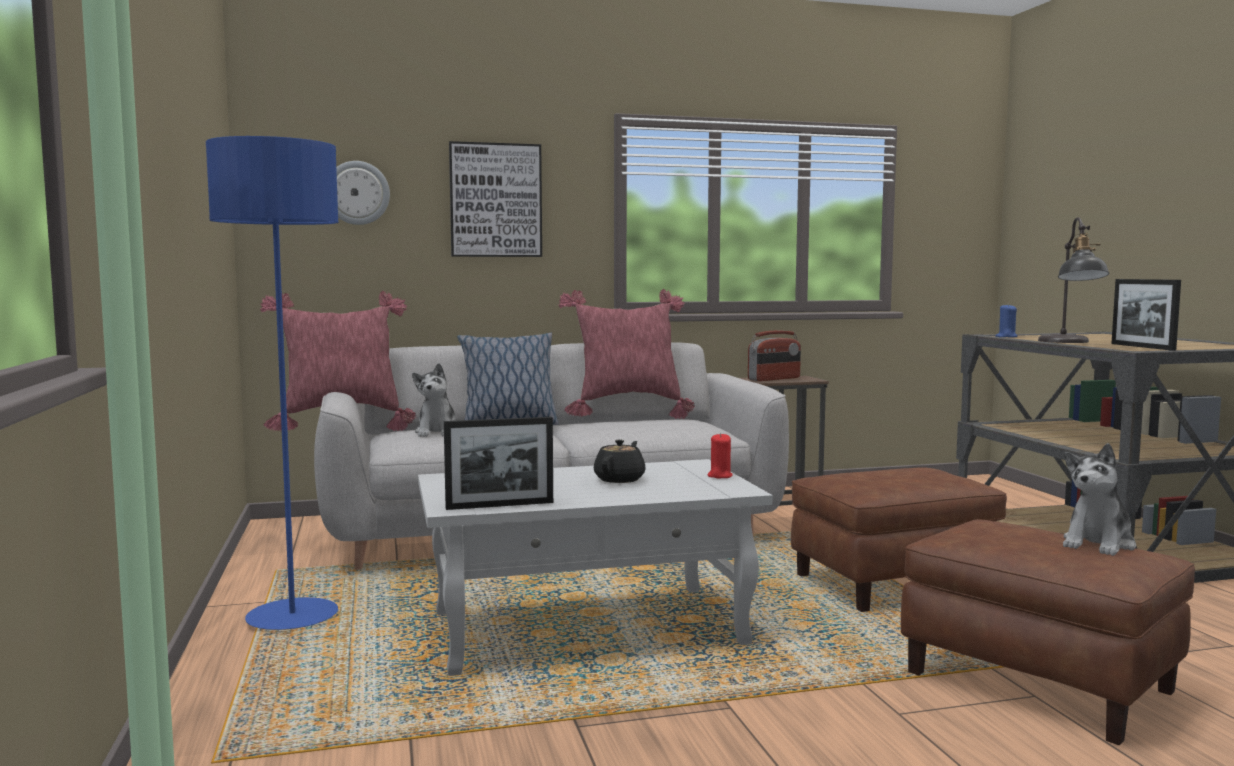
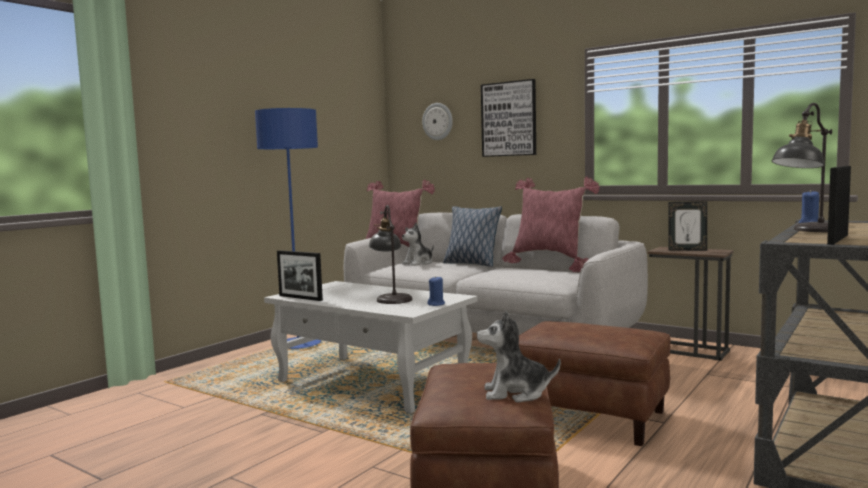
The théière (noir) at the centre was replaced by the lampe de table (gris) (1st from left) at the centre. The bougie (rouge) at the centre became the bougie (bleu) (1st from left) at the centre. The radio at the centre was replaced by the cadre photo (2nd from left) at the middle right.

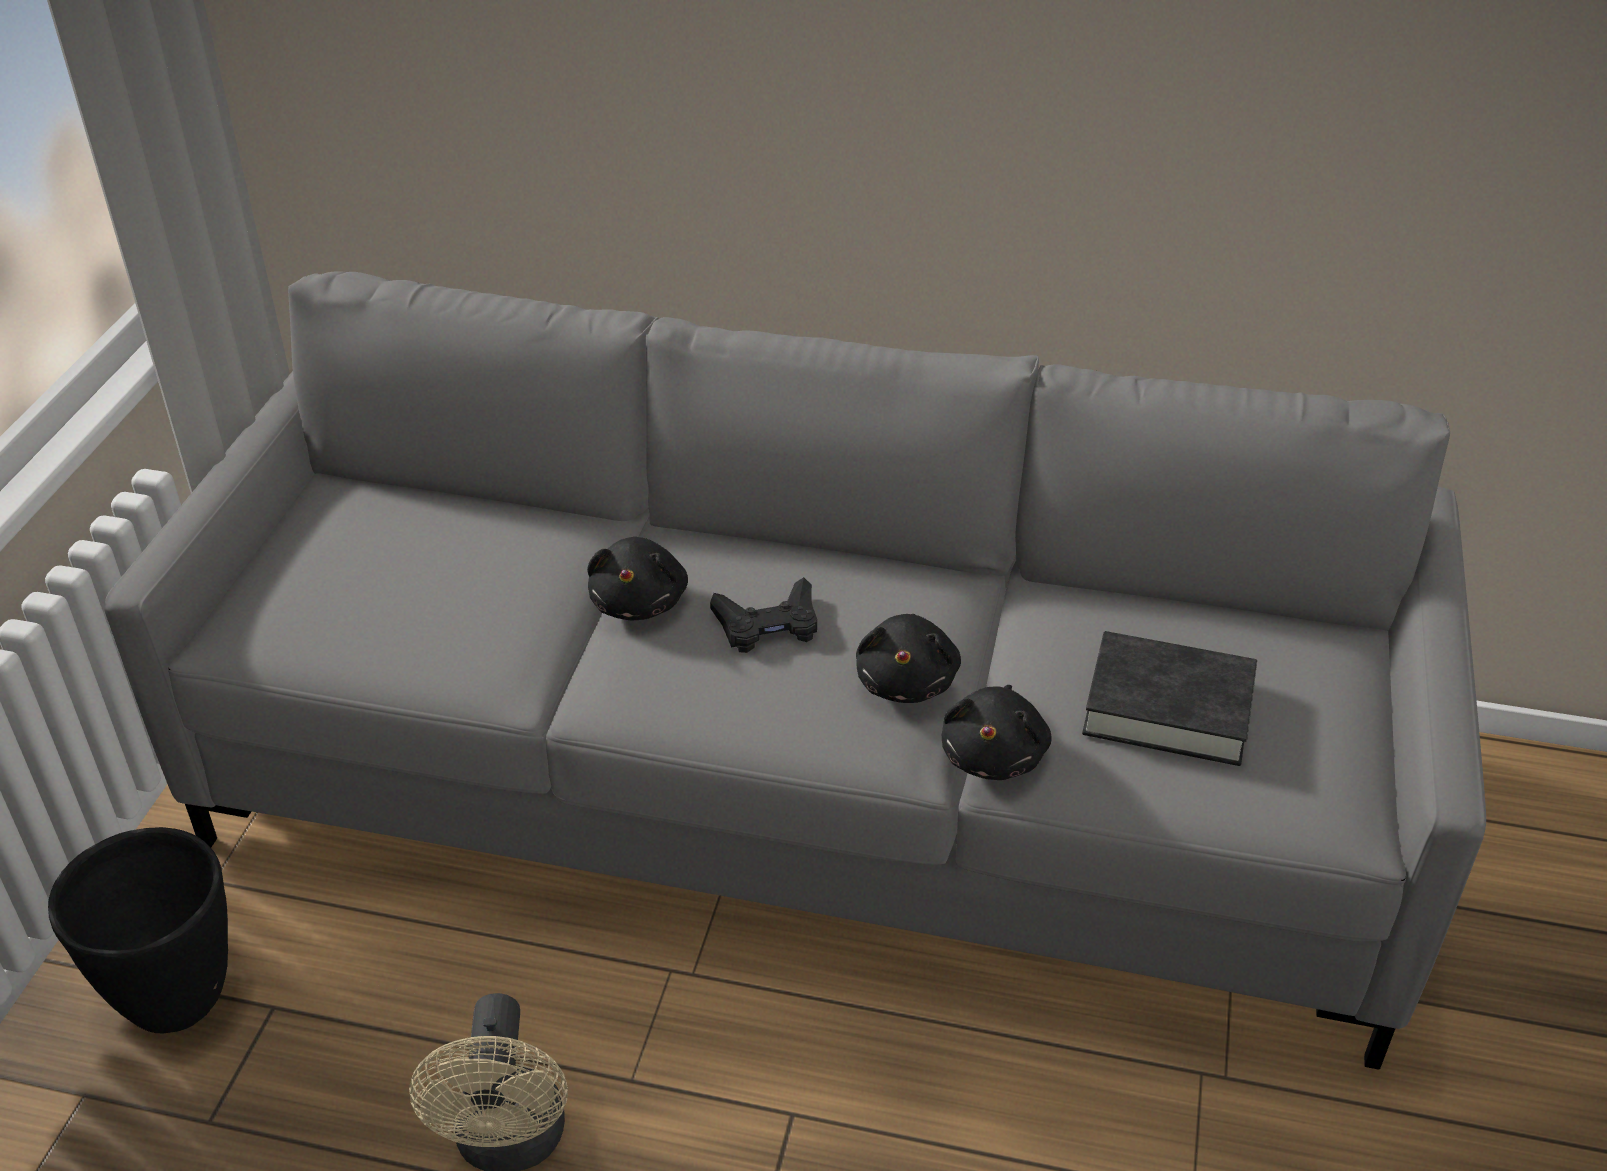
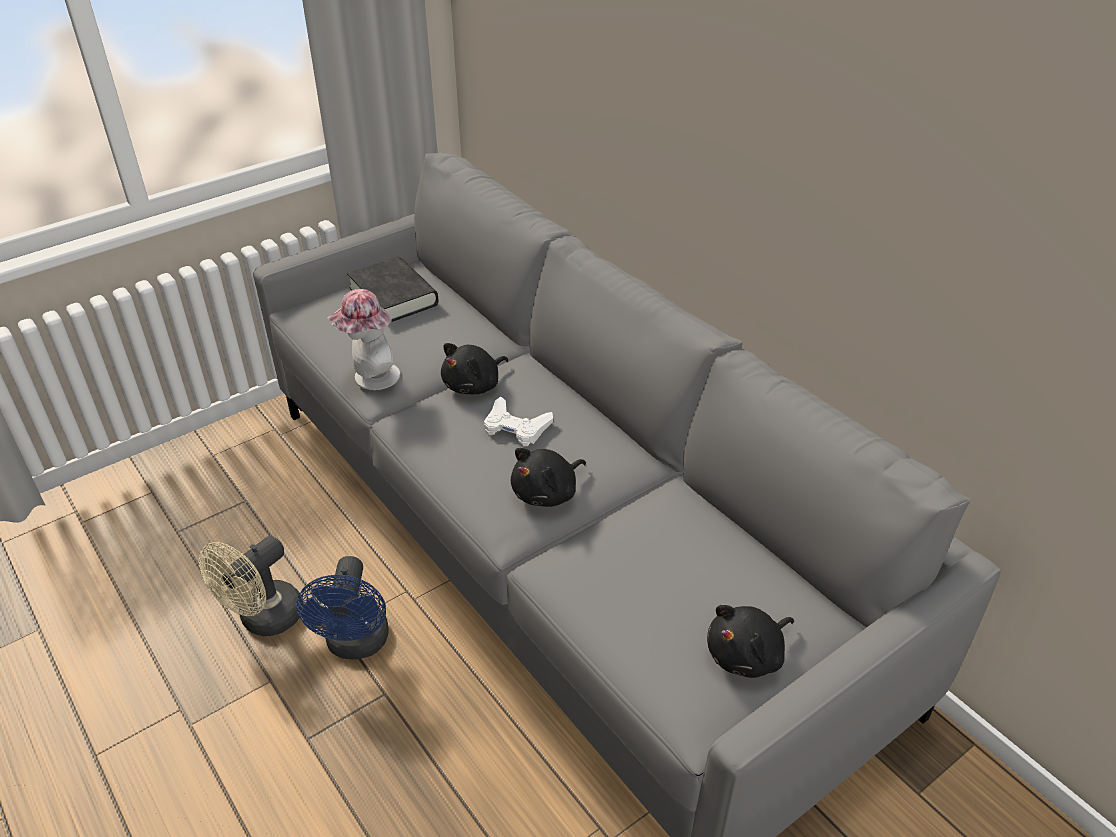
The cache-pot (noir) at the bottom left disappeared. The manette (noir) at the centre became the manette (blanc) at the centre. The peluche (noir) (3rd from left) moved from the centre to the bottom right. The livre (noir) moved from the middle right to the centre. The ventilateur (bleu) at the bottom left appeared. The chapeau at the middle left appeared.

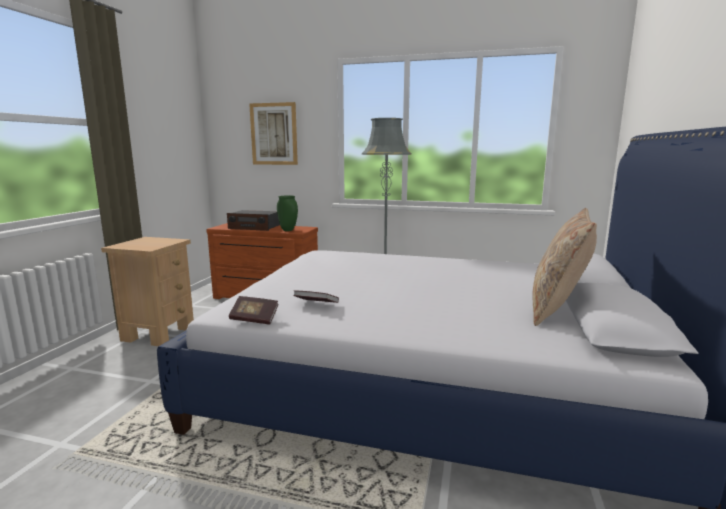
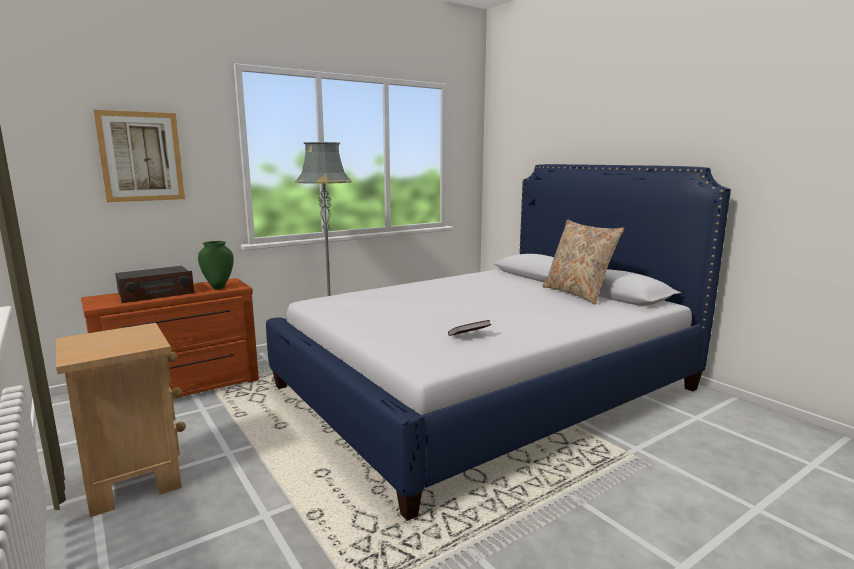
The livre (1st from left) at the centre disappeared.

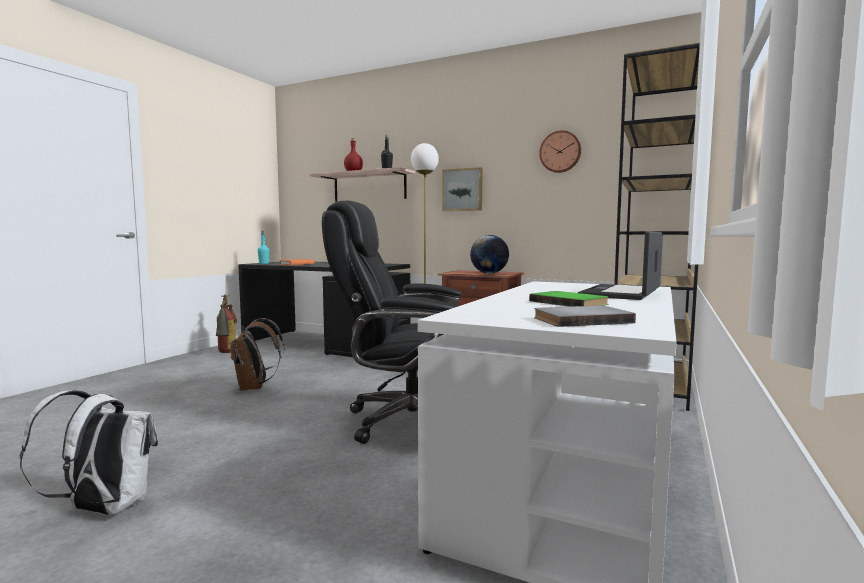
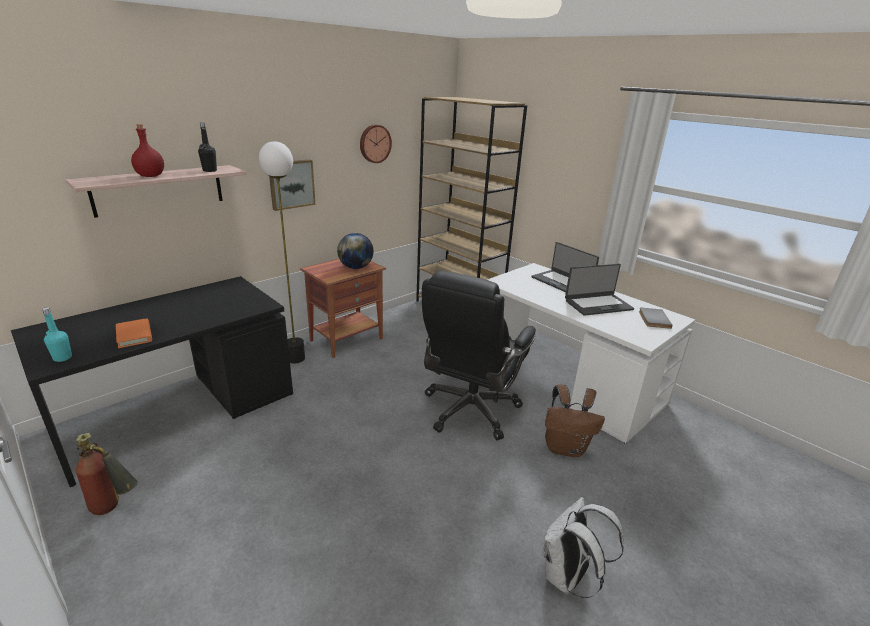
The sac à dos (marron) moved from the middle left to the bottom centre. The livre (vert) at the centre was replaced by the ordinateur portable (2nd from left) at the middle right.

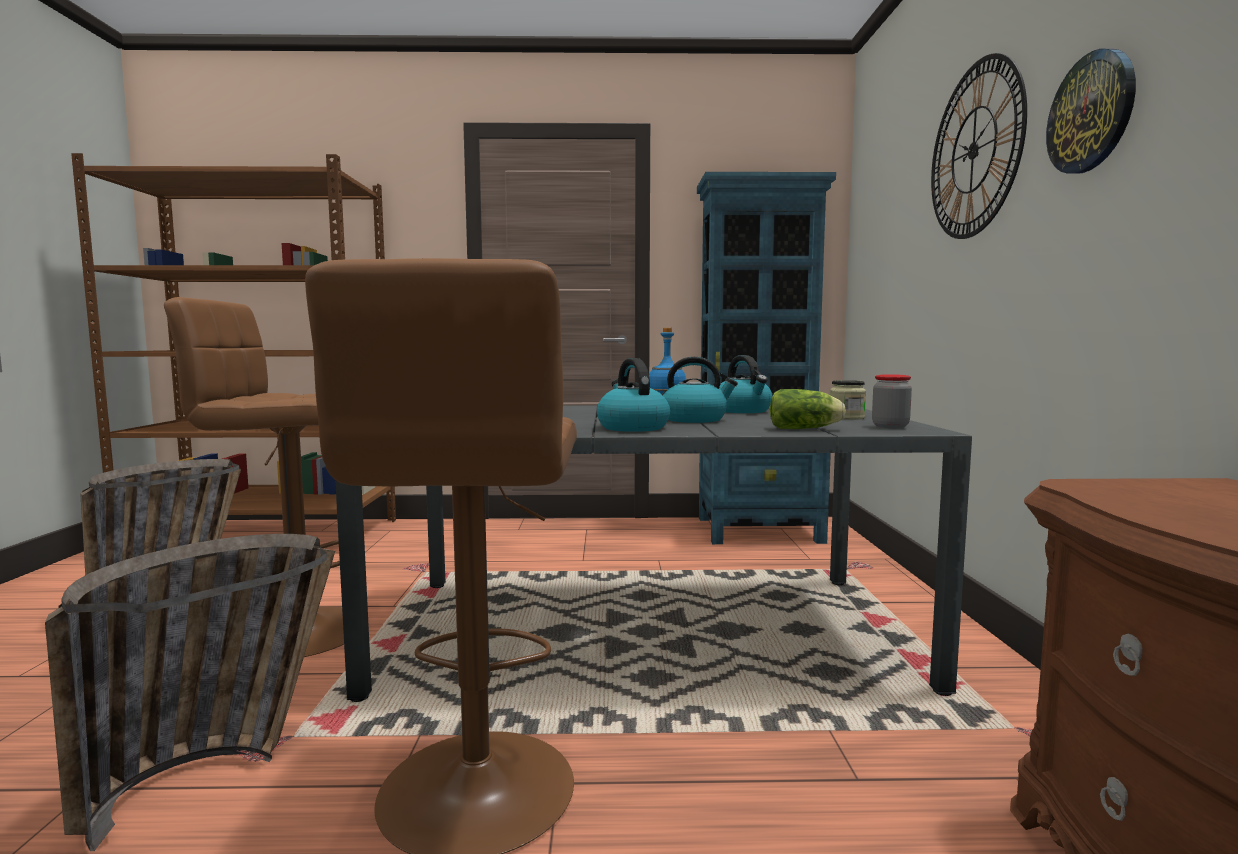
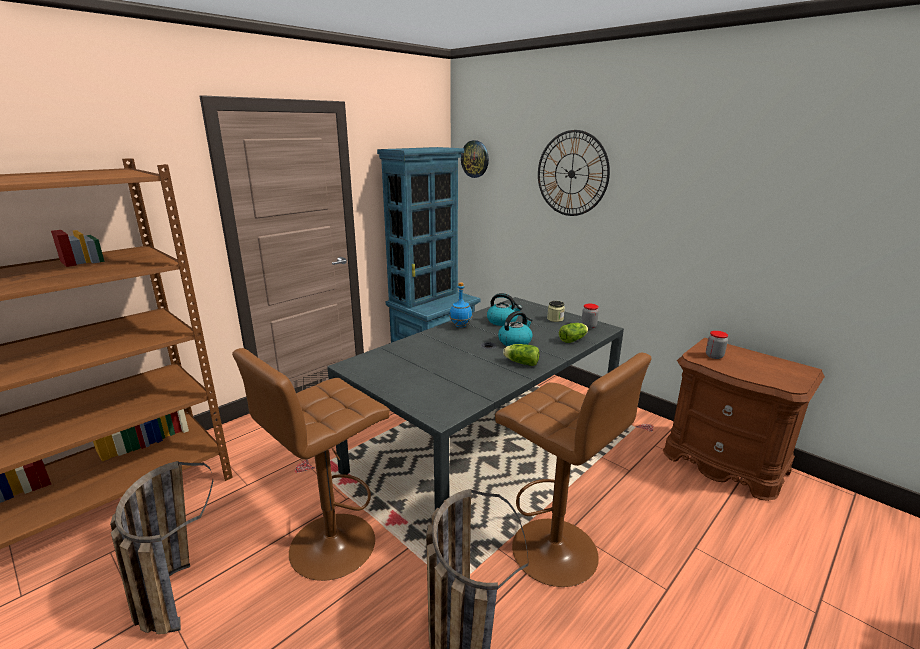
The bouilloire (1st from left) at the centre was replaced by the laitue (1st from left) at the centre. The horloge murale (2nd from left in the first image) moved from the top right to the top centre. The bocal (3rd from left) at the middle right appeared.

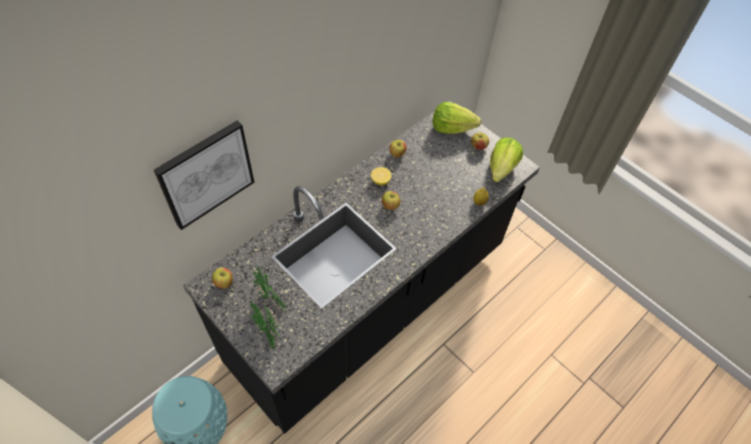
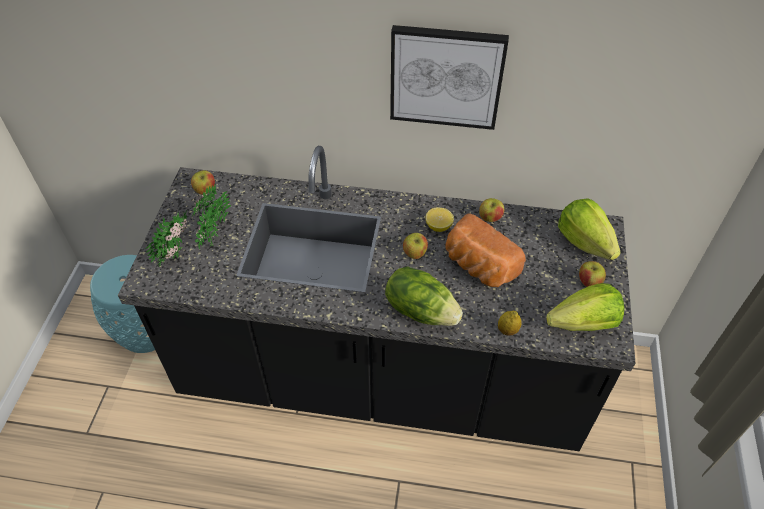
The tableau moved from the middle left to the top centre. The laitue (1st from left) at the centre appeared. The pain at the centre appeared.

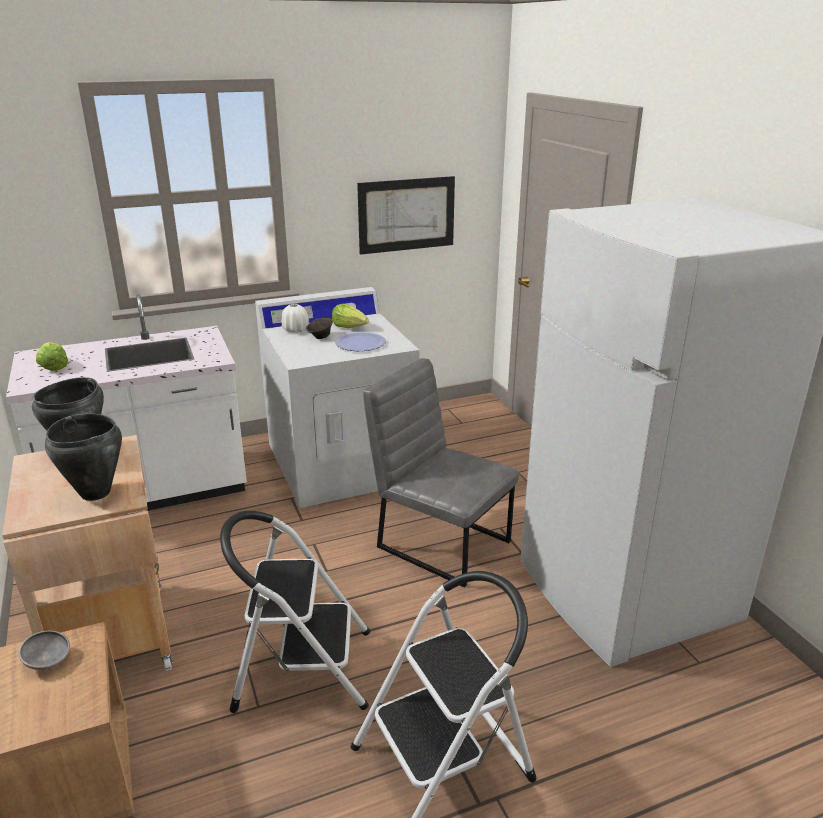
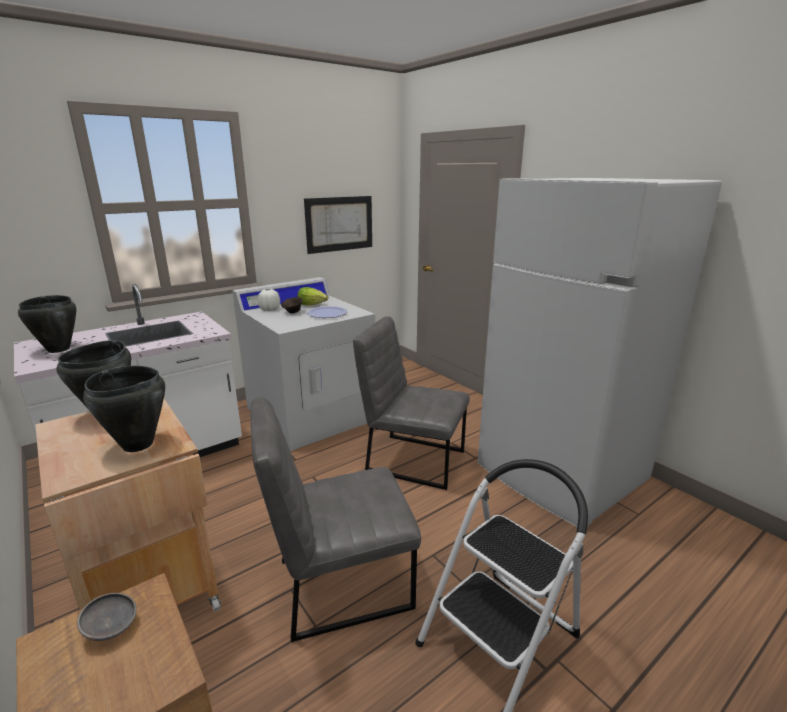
The laitue (1st from left) at the middle left was replaced by the marmite (noir) (1st from left) at the middle left. The escabeau (1st from left) at the bottom centre was replaced by the chaise (gris) (1st from left) at the bottom centre.

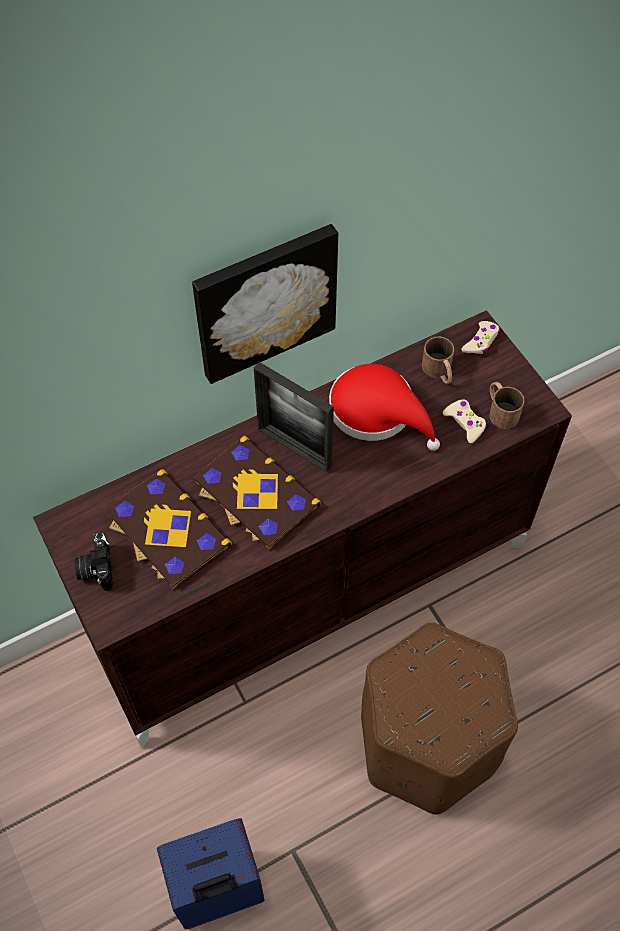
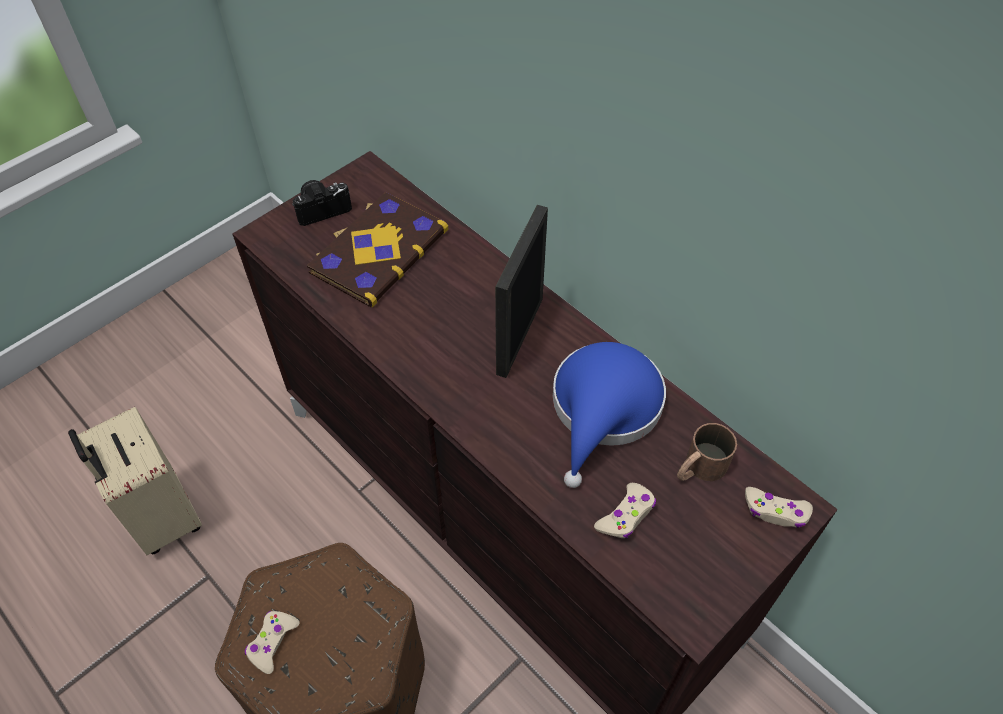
The valise (bleu) at the bottom centre became the valise (beige) at the bottom left. The tableau at the top centre disappeared. The livre (2nd from left) at the centre disappeared. The chapeau (rouge) at the centre became the chapeau (bleu) at the centre. The mug (marron) (2nd from left) at the middle right disappeared. The manette (beige) (1st from left) at the bottom left appeared.

